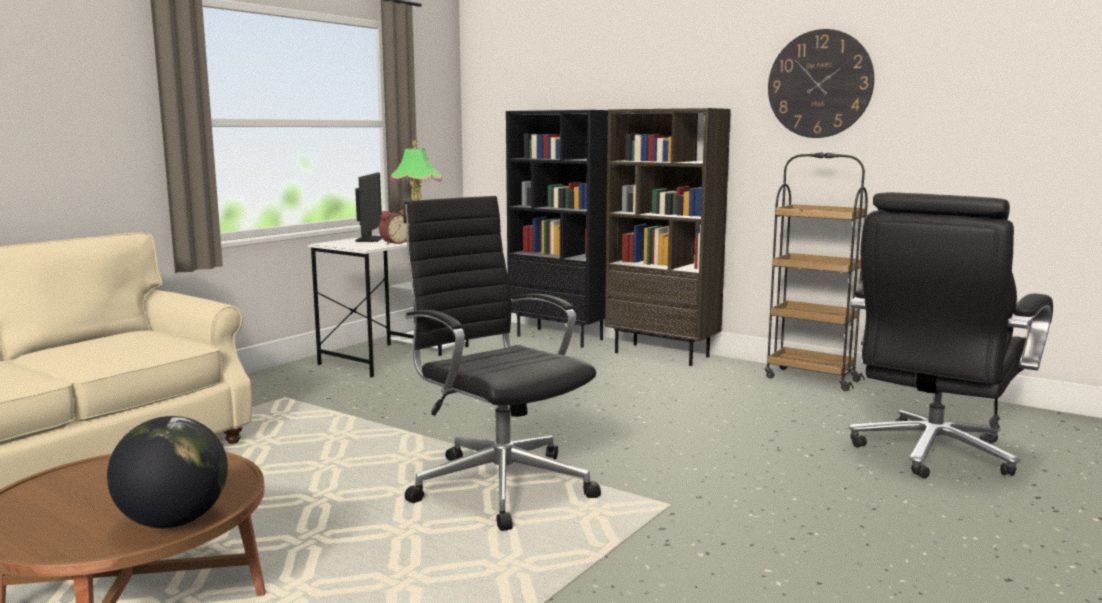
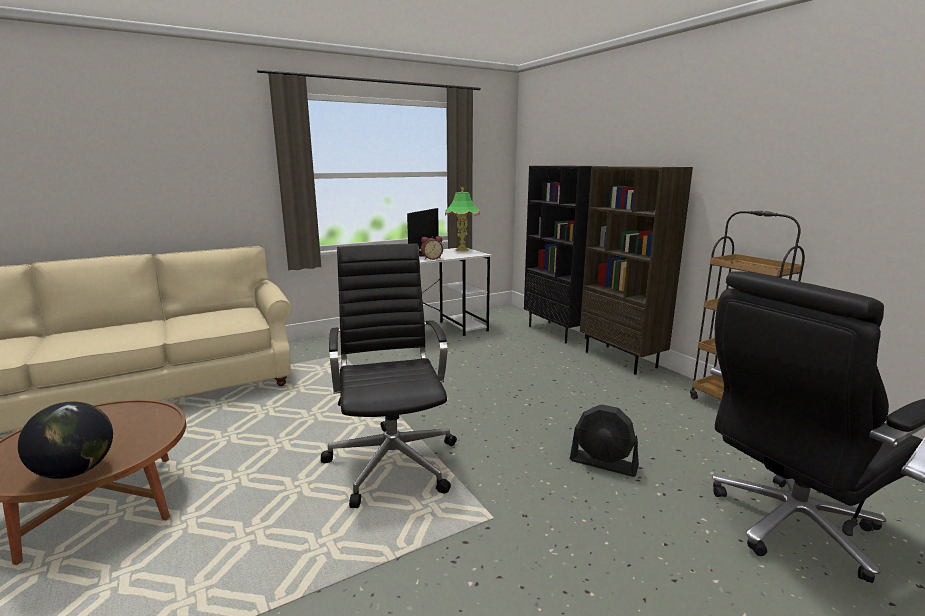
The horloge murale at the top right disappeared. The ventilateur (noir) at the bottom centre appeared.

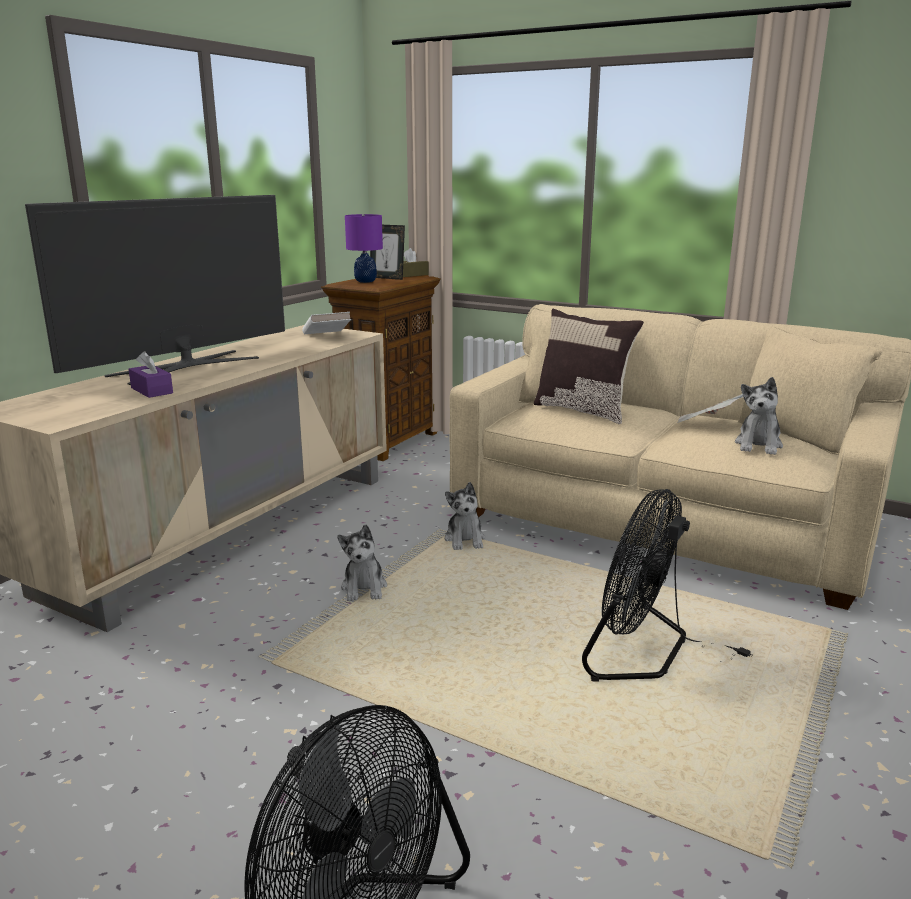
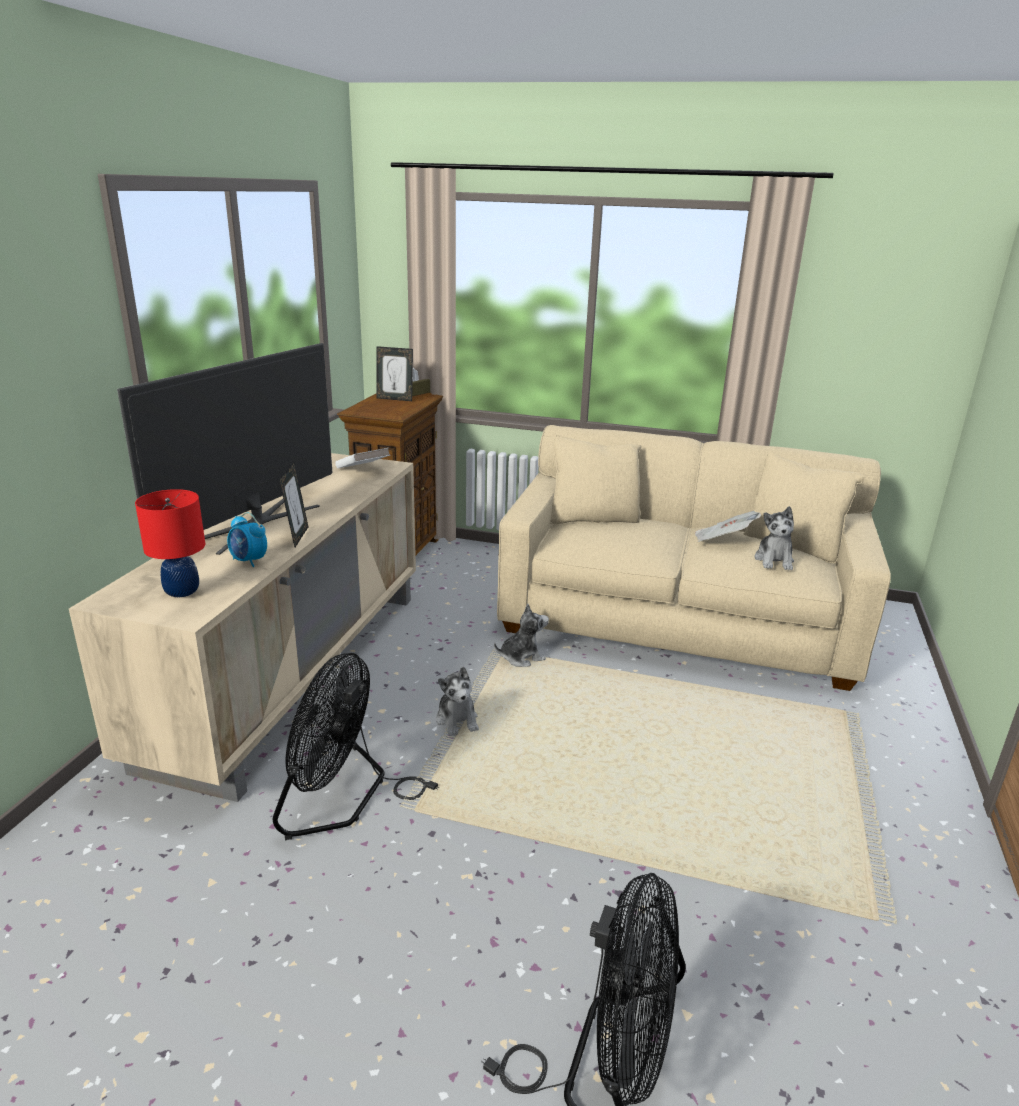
The boîte à mouchoirs (violet) at the middle left was replaced by the réveil at the middle left. The lampe de table (violet) at the top centre disappeared. The peluche (2nd from left) at the centre turned 90 degrees counterclockwise. The coussin at the centre disappeared. The ventilateur (noir) (2nd from left in the first image) moved from the middle right to the bottom centre. The lampe de table (rouge) at the middle left appeared. The cadre photo (1st from left) at the middle left appeared.

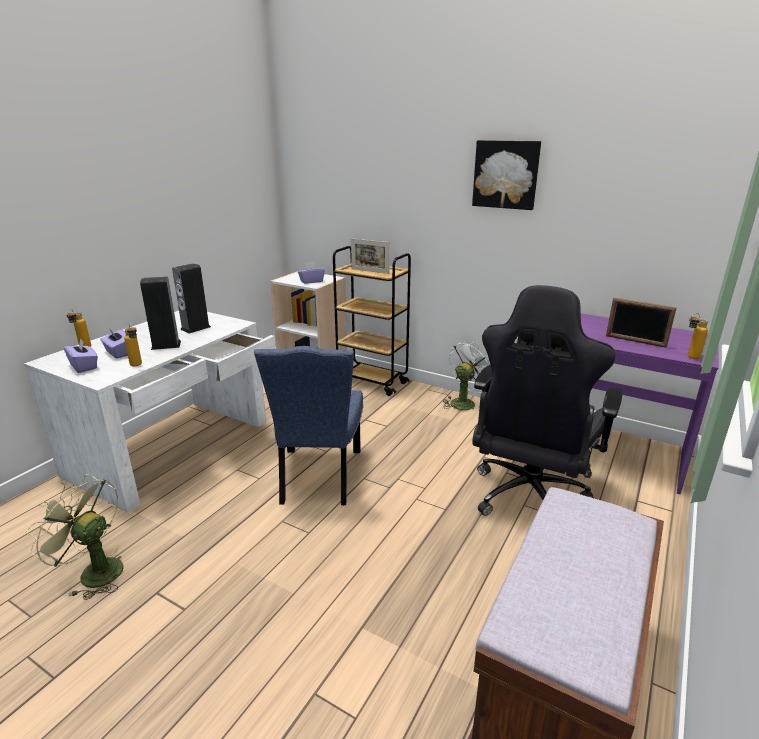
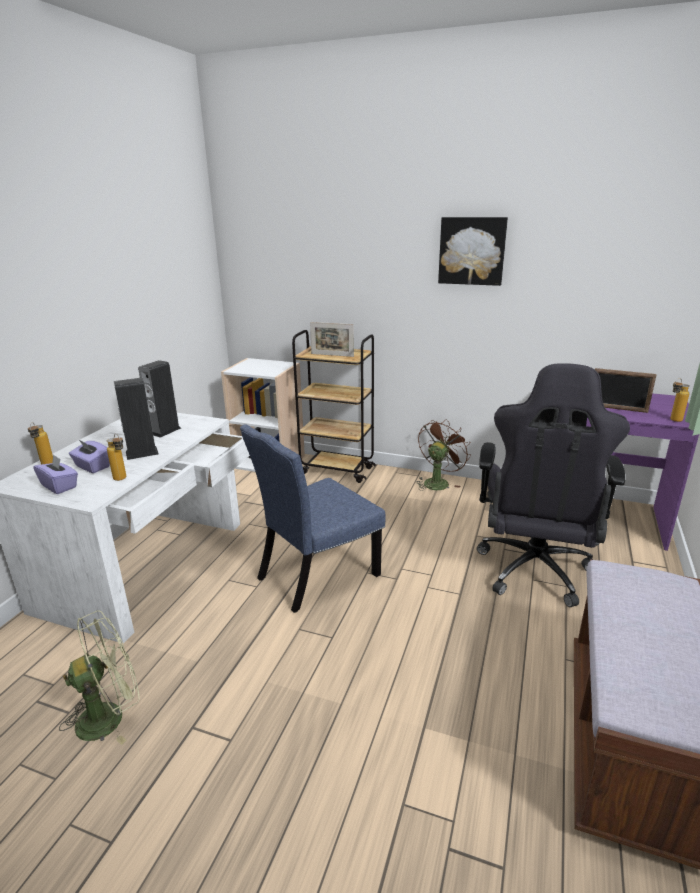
The ventilateur (vert) at the bottom left turned 135 degrees clockwise. The chaise (bleu) at the centre turned 60 degrees clockwise. The boîte à mouchoirs (violet) (3rd from left) at the centre disappeared. The ventilateur (blanc) at the centre became the ventilateur (marron) at the centre.

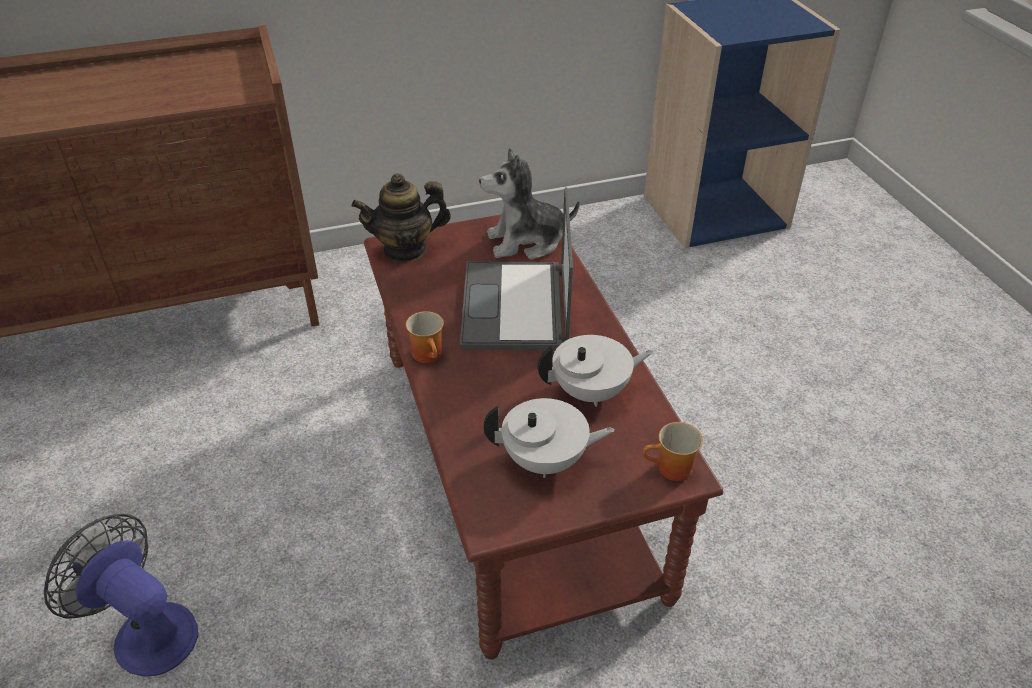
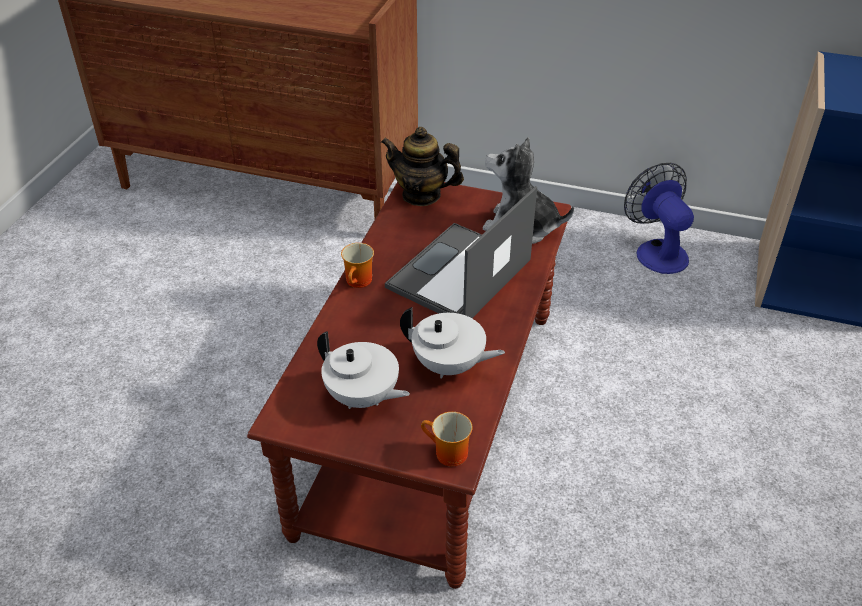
The ventilateur moved from the bottom left to the middle right.

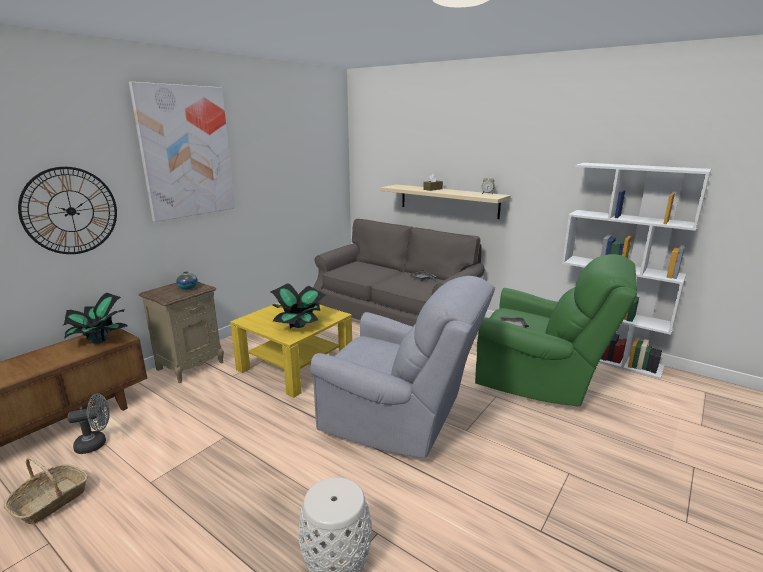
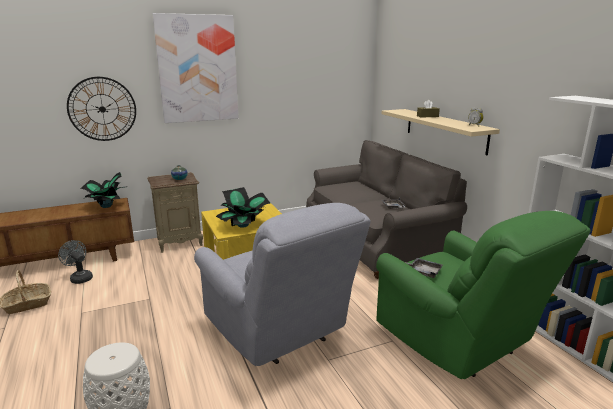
The ventilateur (gris) at the bottom left turned 150 degrees counterclockwise.

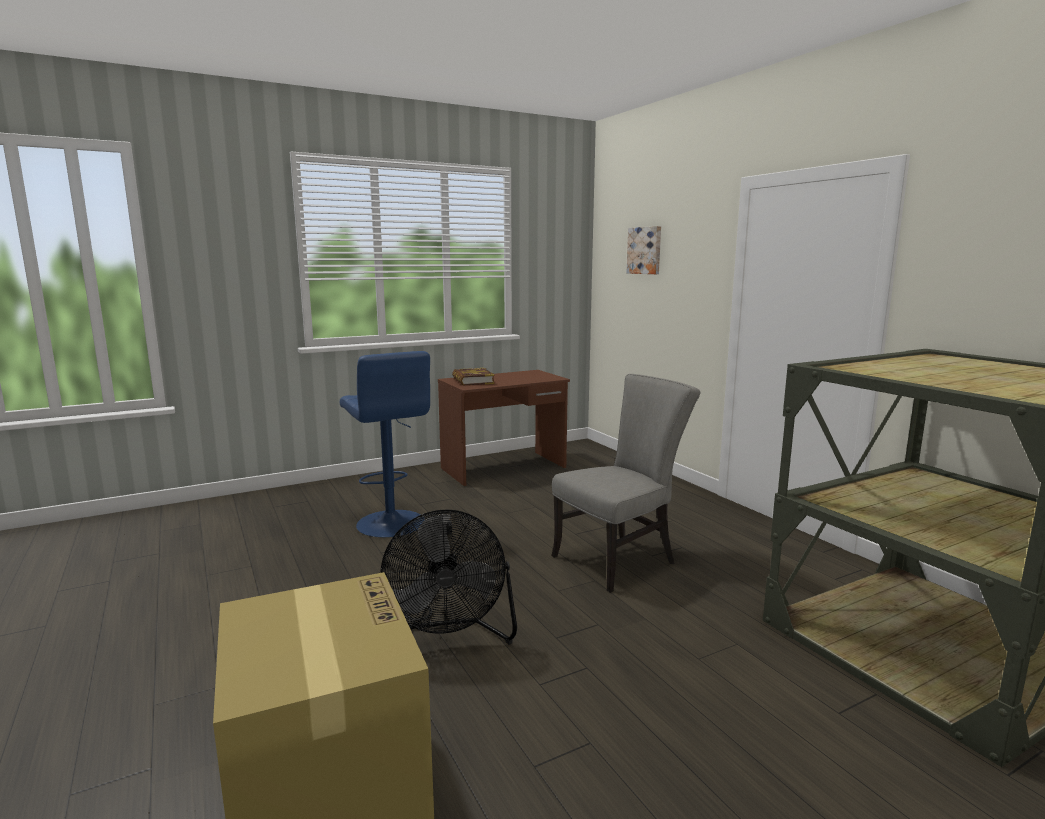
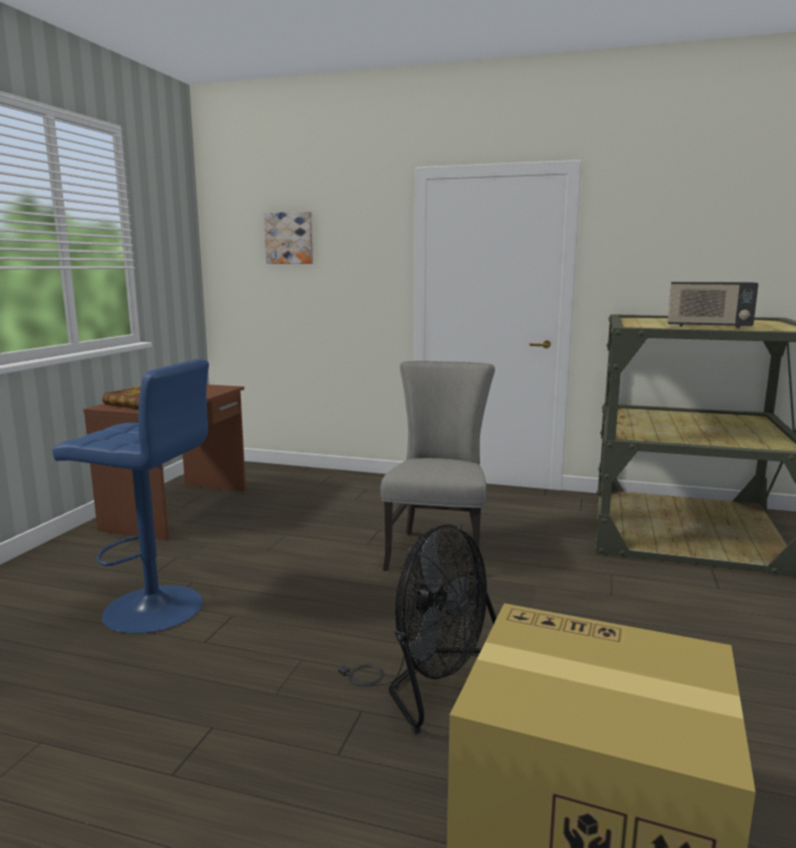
The radio at the middle right appeared.

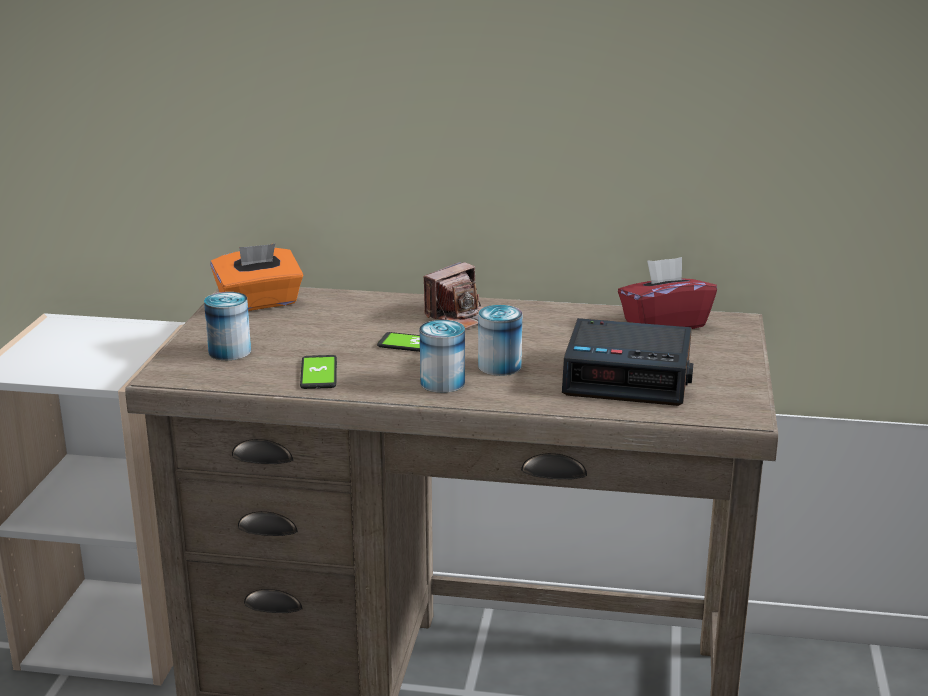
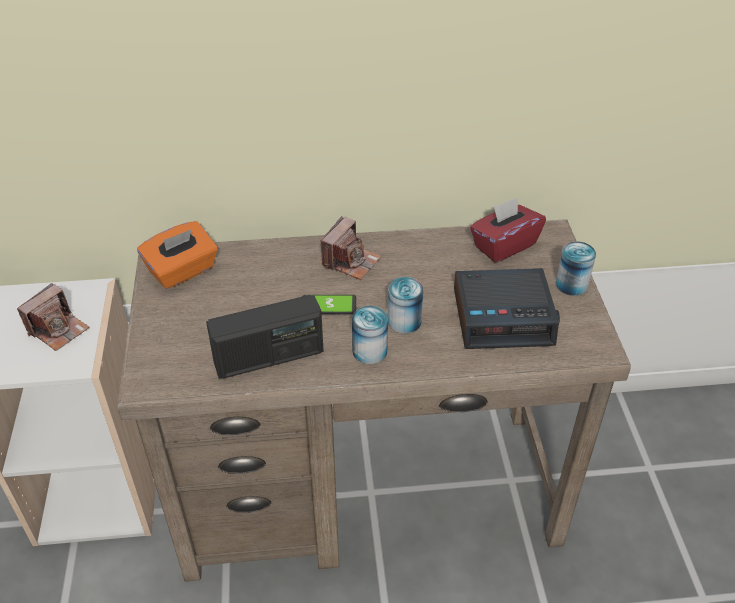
The boîte métallique (1st from left in the first image) moved from the middle left to the middle right. The téléphone (1st from left) at the centre was replaced by the radio at the centre. The appareil photo (1st from left) at the middle left appeared.

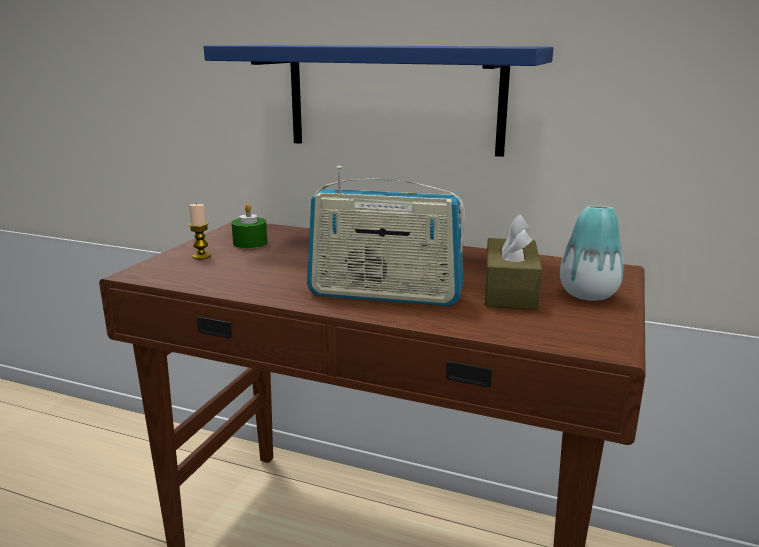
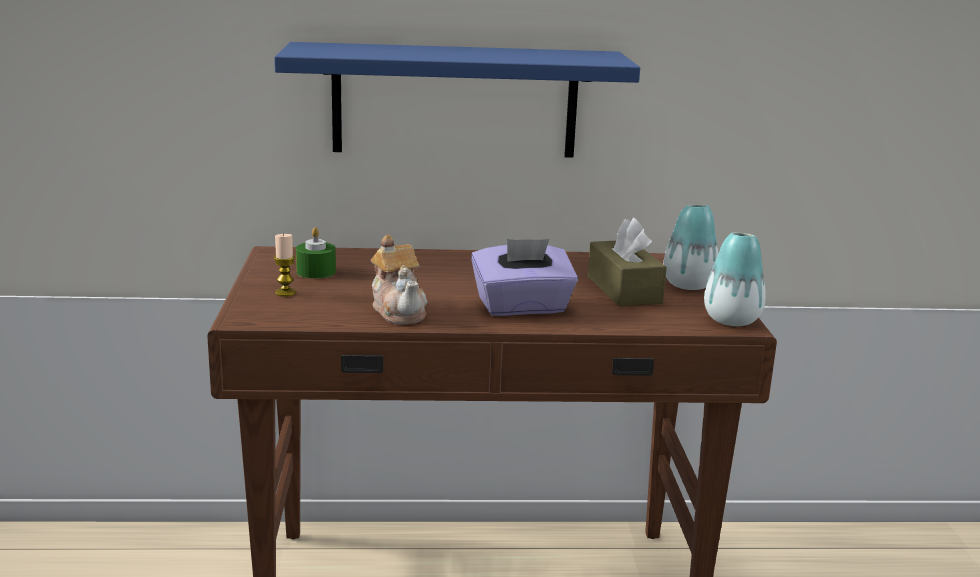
The radio at the centre was replaced by the boîte à mouchoirs (violet) at the centre. The théière at the centre appeared. The vase (2nd from left) at the middle right appeared.

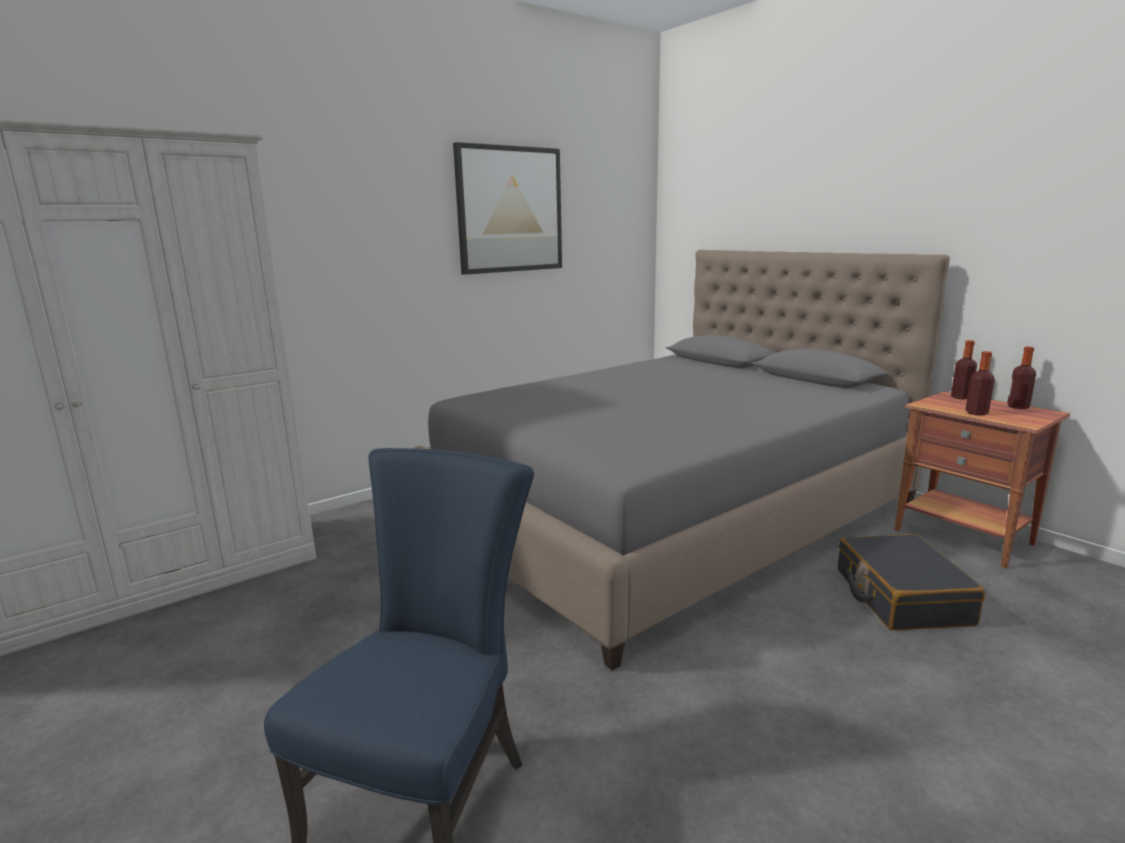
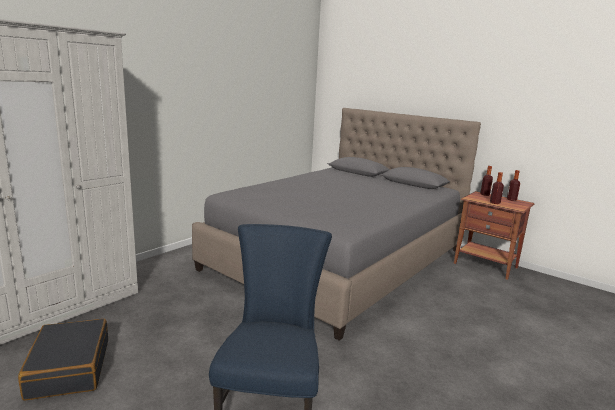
The tableau at the top centre disappeared. The valise (noir) moved from the bottom right to the bottom left.

